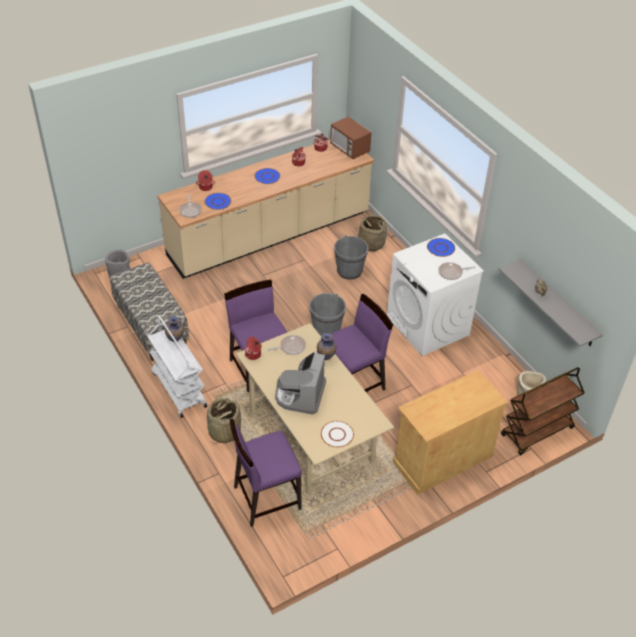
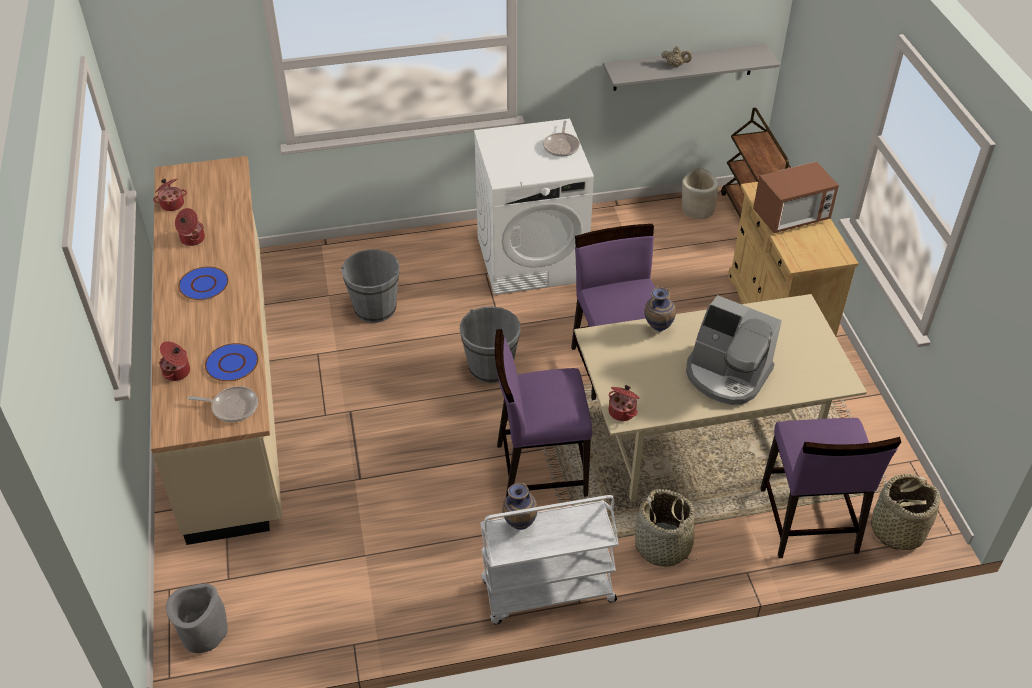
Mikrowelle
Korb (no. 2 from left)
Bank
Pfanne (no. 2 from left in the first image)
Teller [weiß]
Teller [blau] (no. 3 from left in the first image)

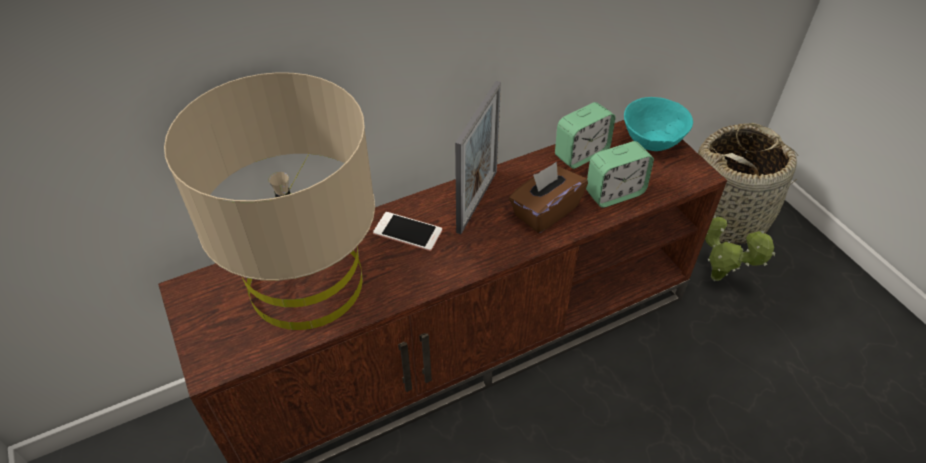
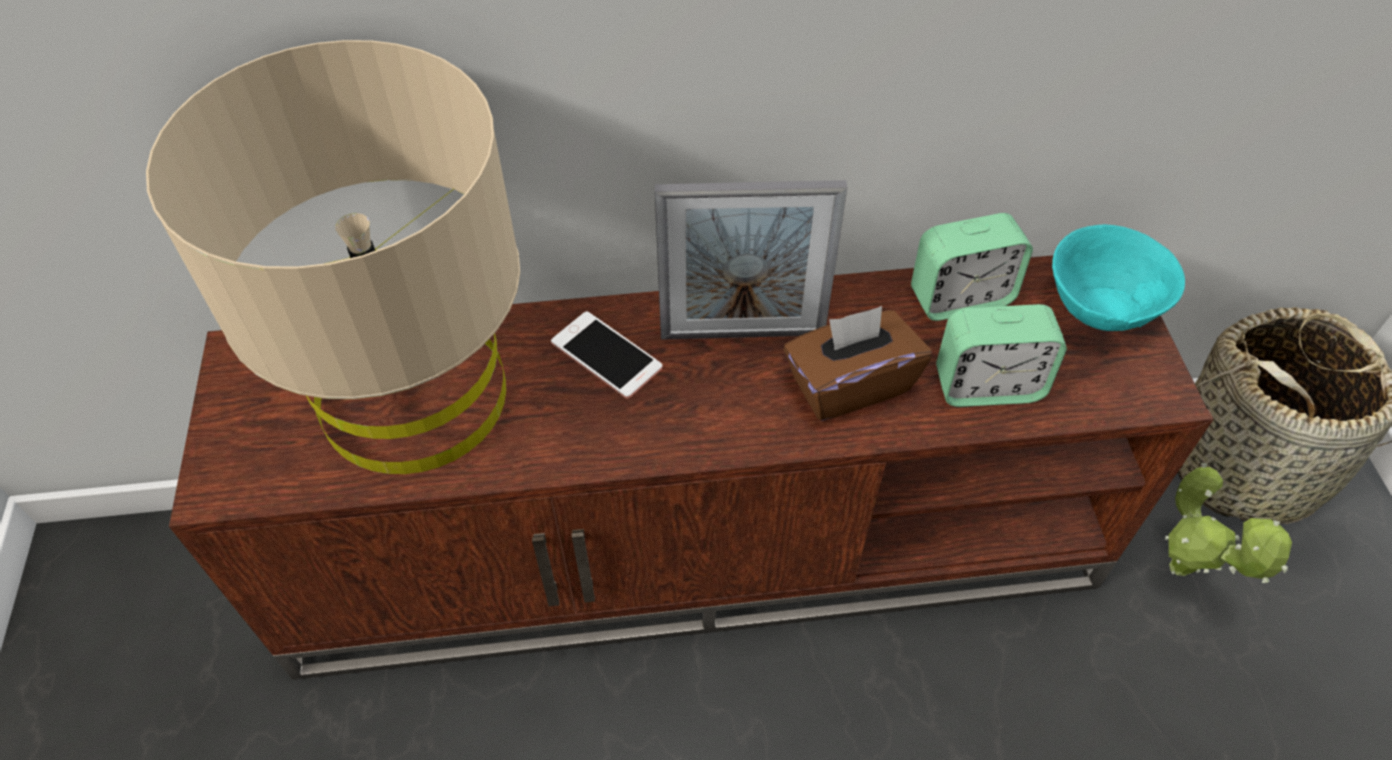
Bilderrahmen

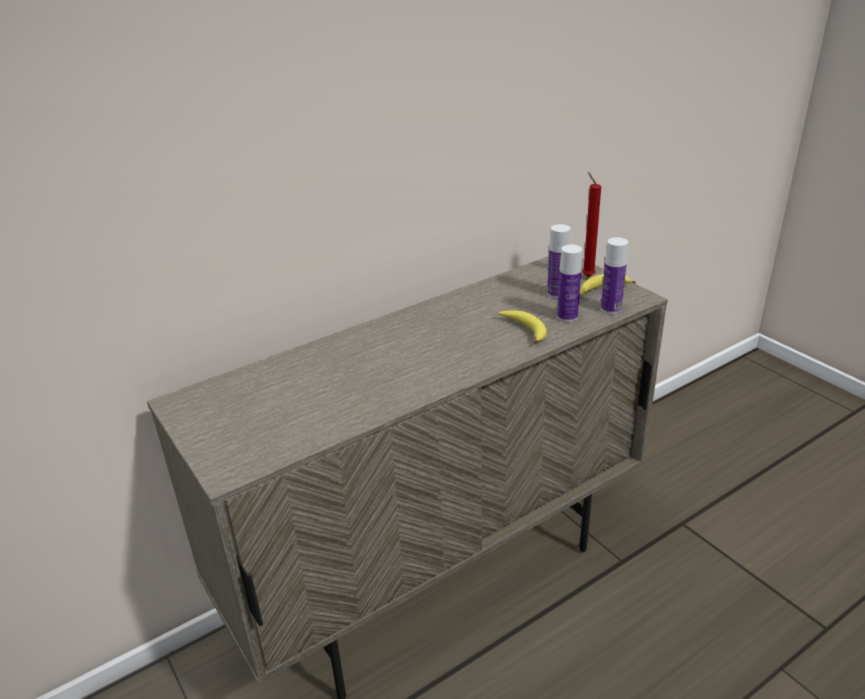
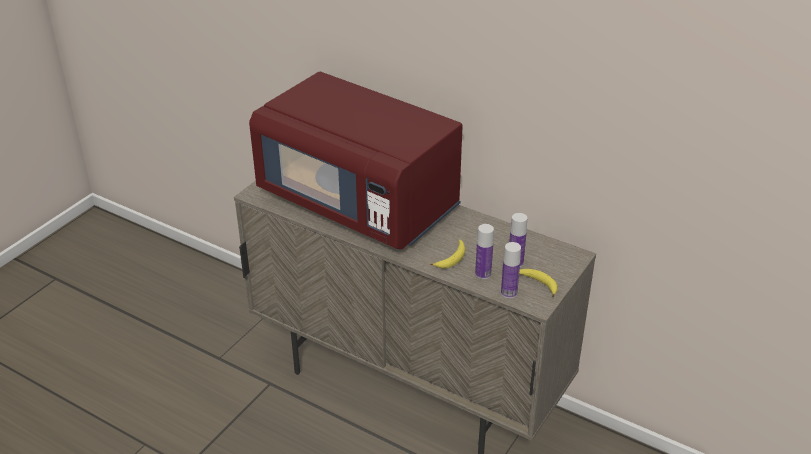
Mikrowelle [rot]
Kerze [rot]

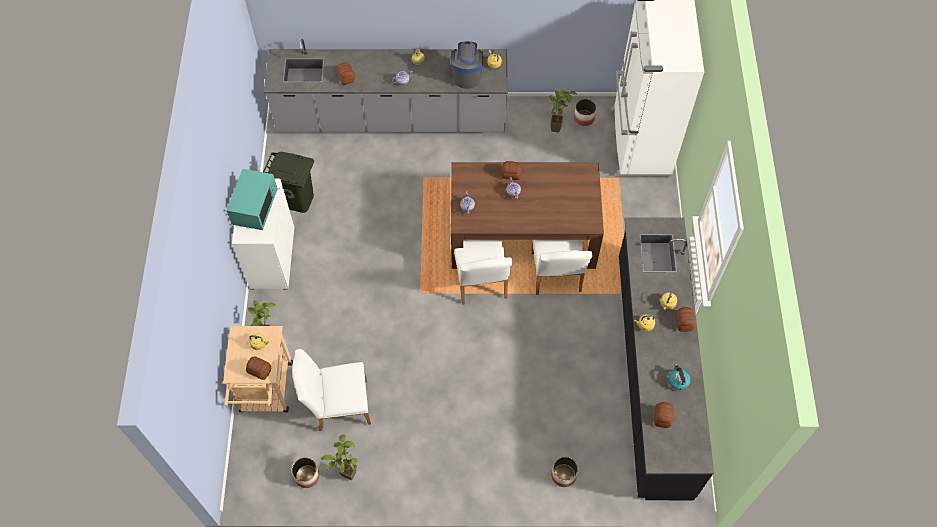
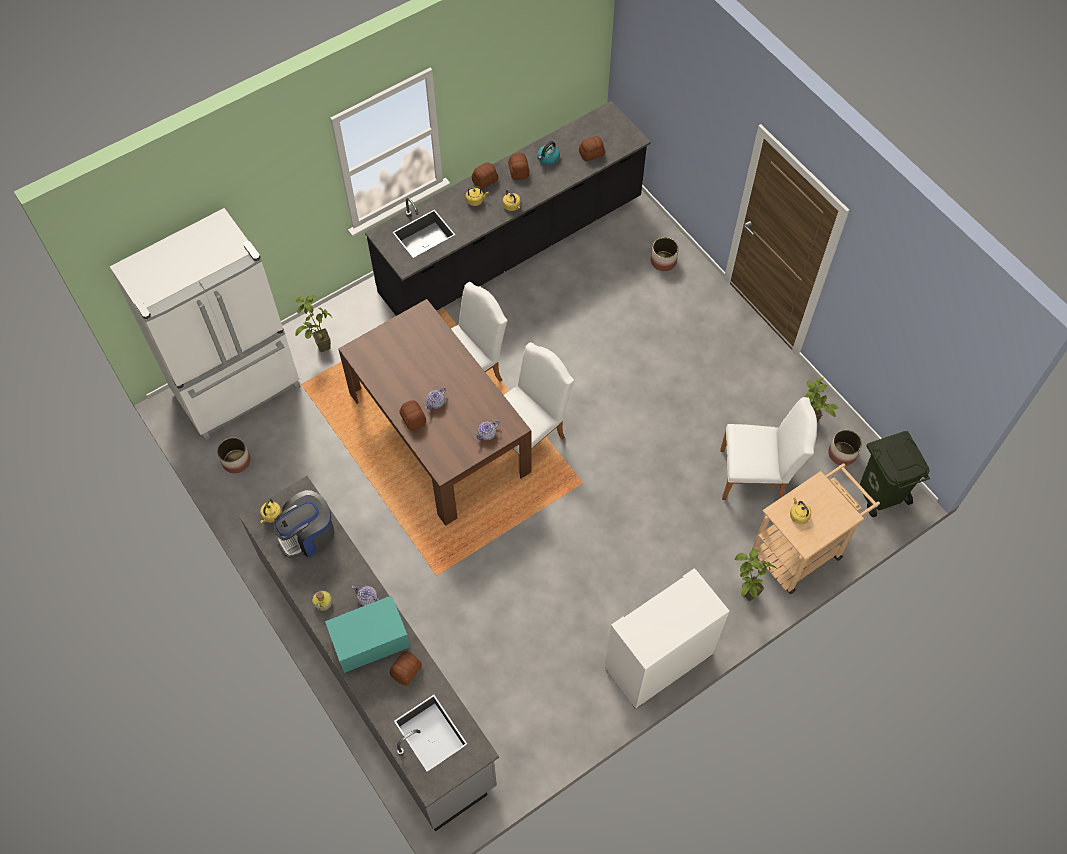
Topfpflanze (no. 1 from left)
Mikrowelle [türkis]
Brot (no. 4 from left)
Stuhl [weiß] (no. 3 from left)
Mülleimer [grün]

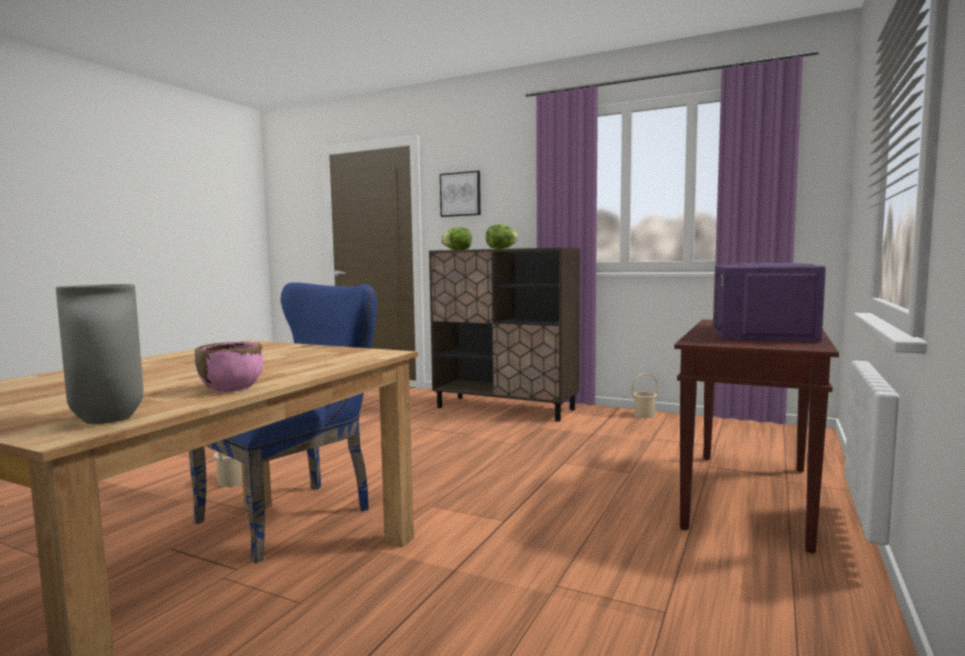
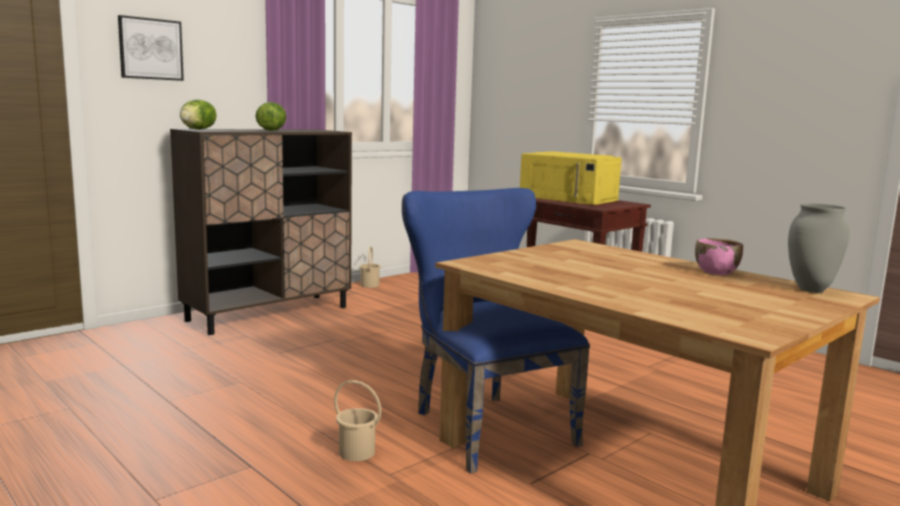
Mikrowelle [gelb]

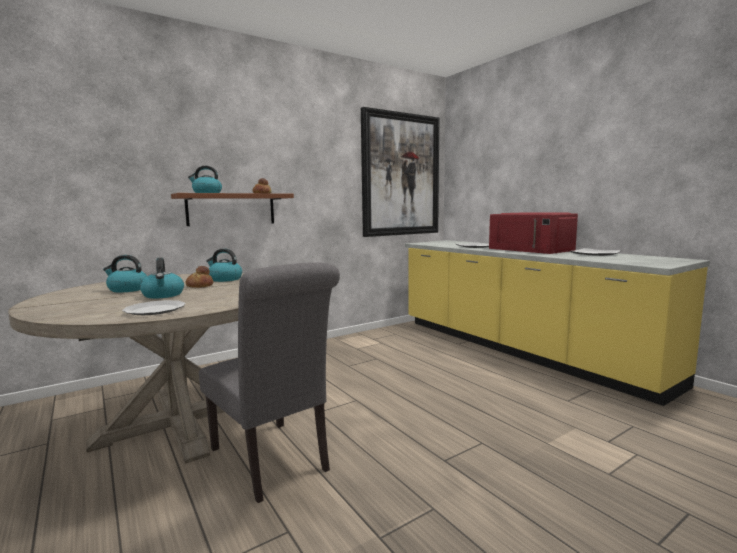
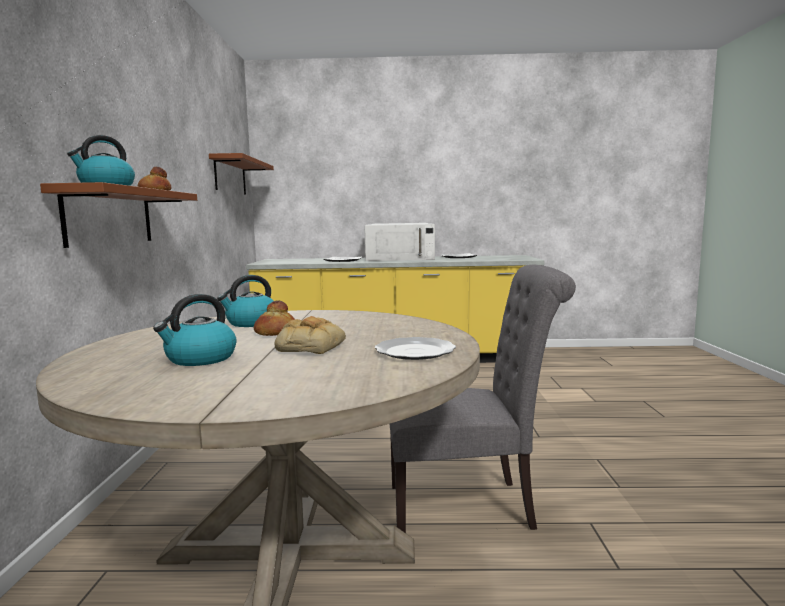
Wandregal [braun] (no. 2 from left)
Brot (no. 3 from left)
Mikrowelle [weiß]

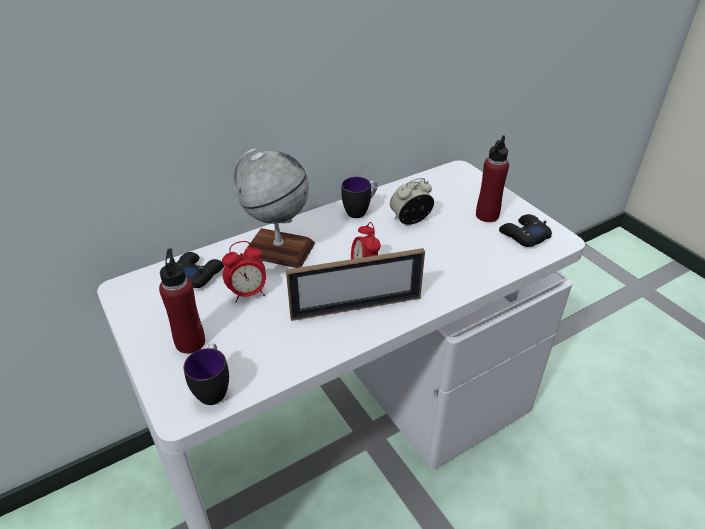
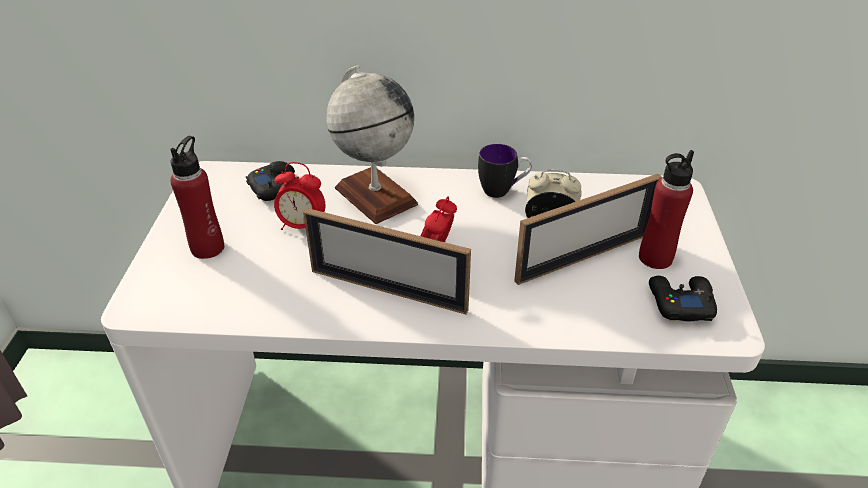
Bilderrahmen (no. 2 from left)
Henkelbecher (no. 1 from left in the first image)

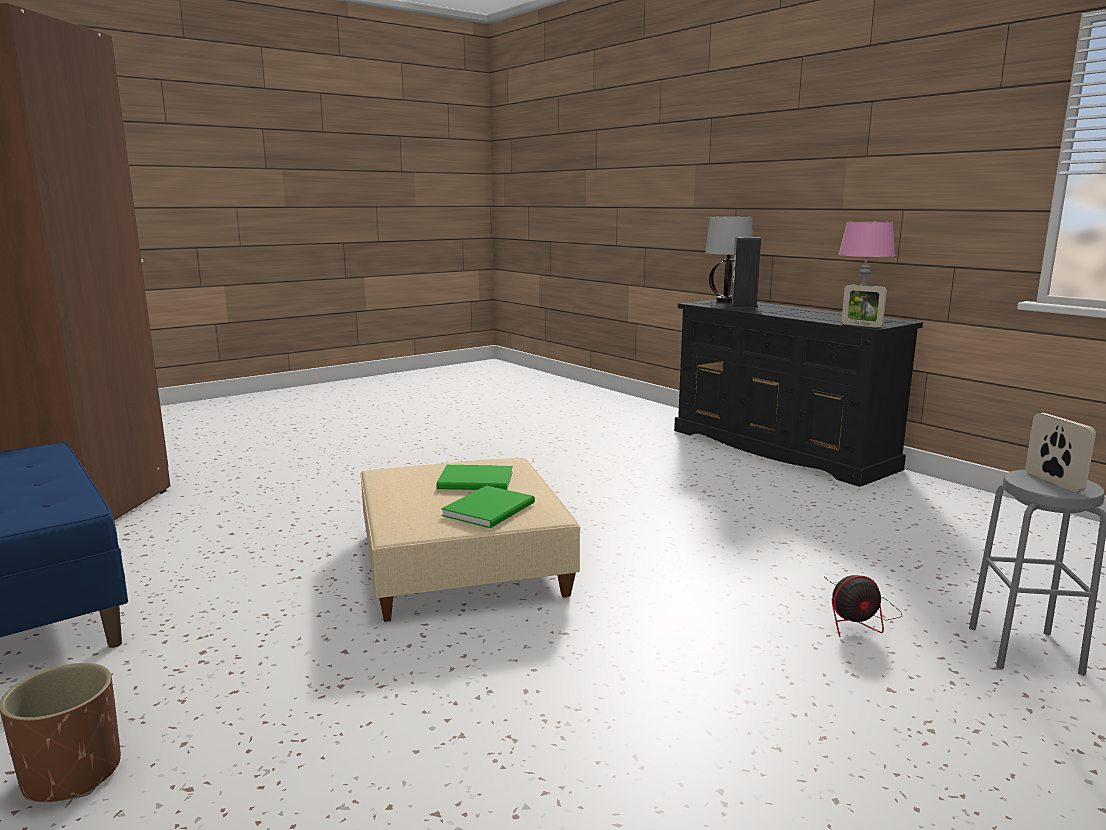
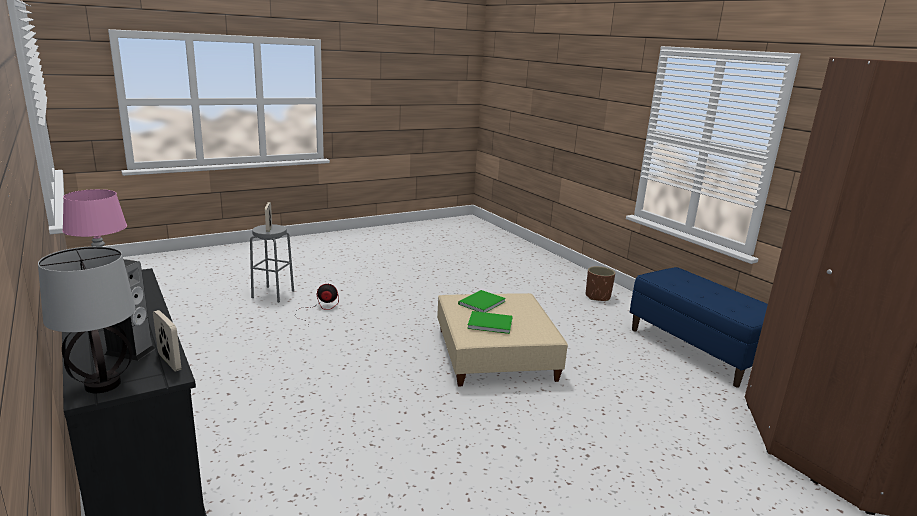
Bilderrahmen (no. 1 from left)

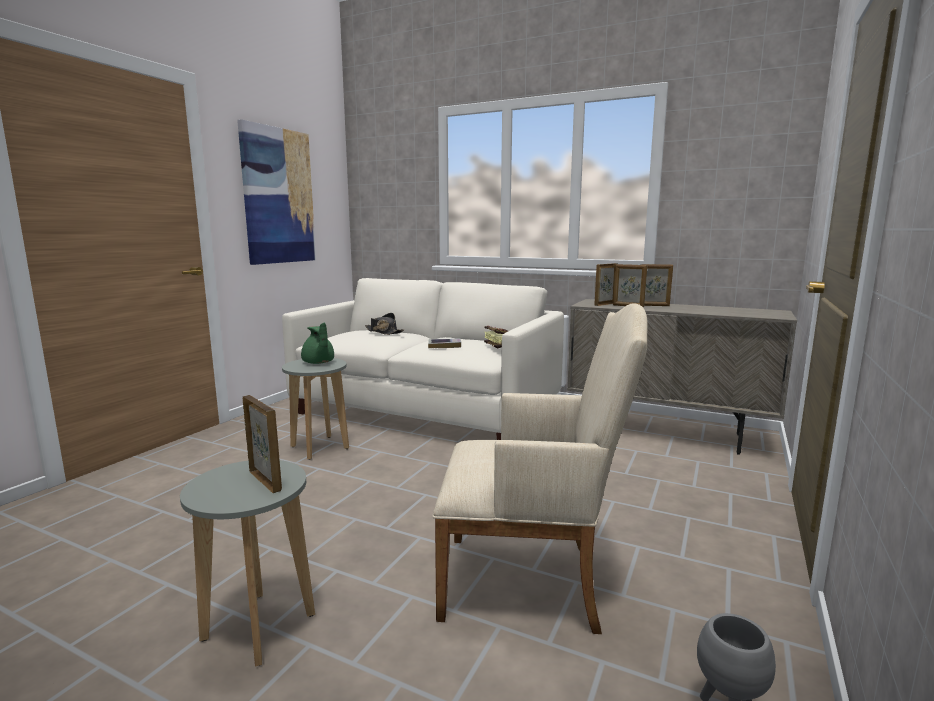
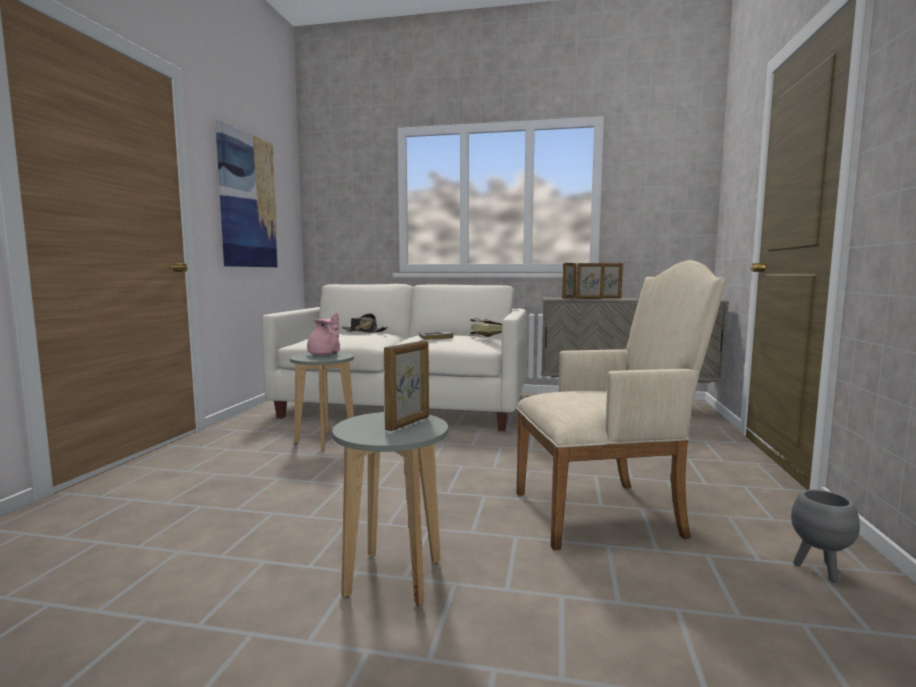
Teekanne [rosa]
Bilderrahmen (no. 1 from left)

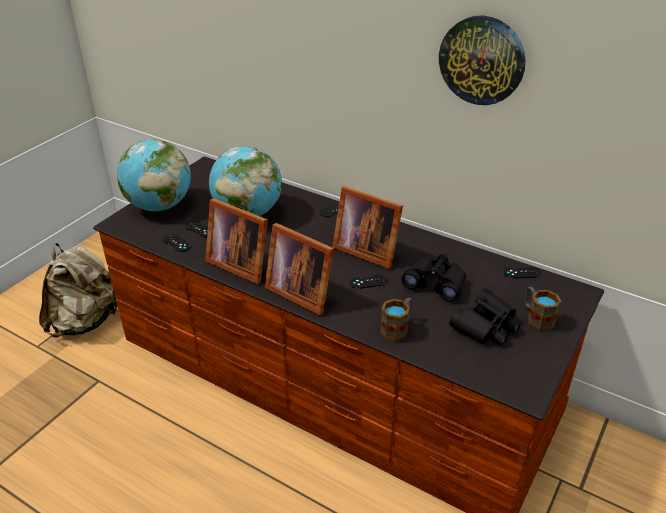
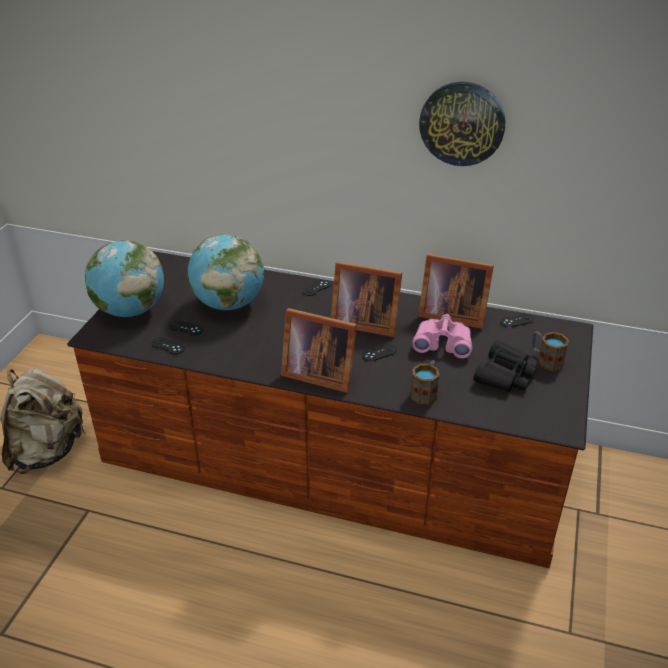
Fernglas [rosa]
Bilderrahmen (no. 3 from left)

